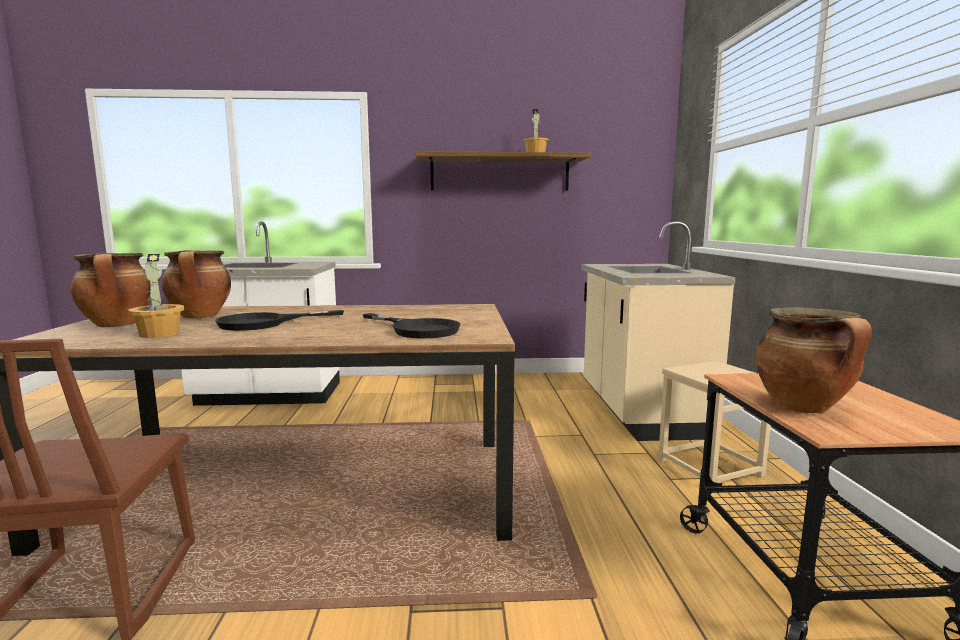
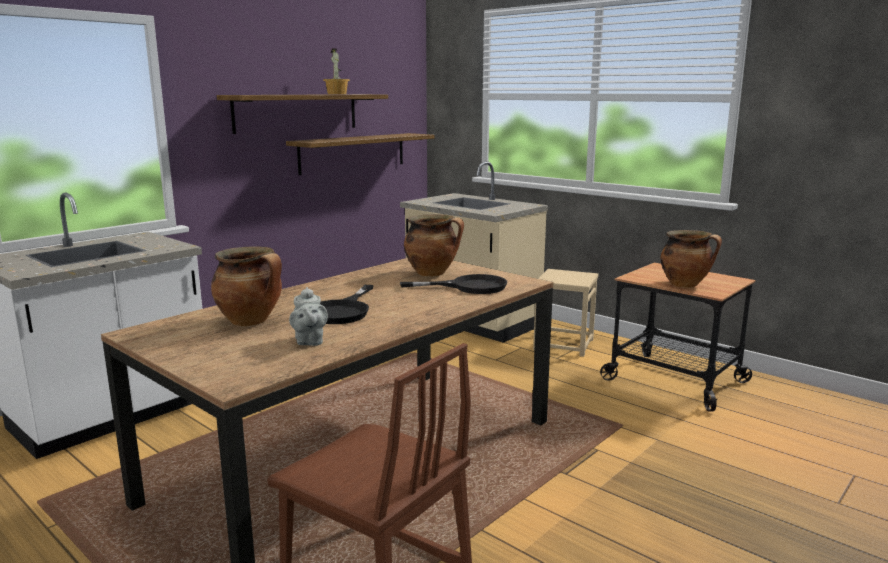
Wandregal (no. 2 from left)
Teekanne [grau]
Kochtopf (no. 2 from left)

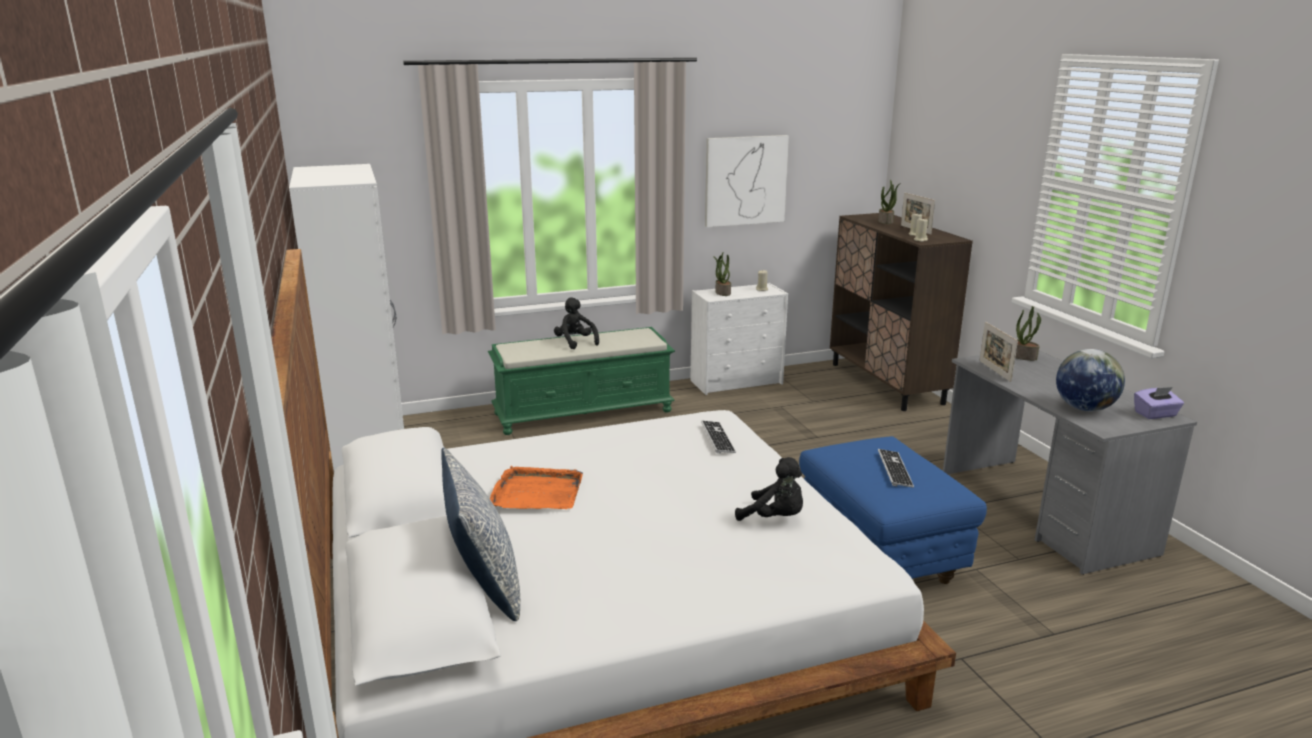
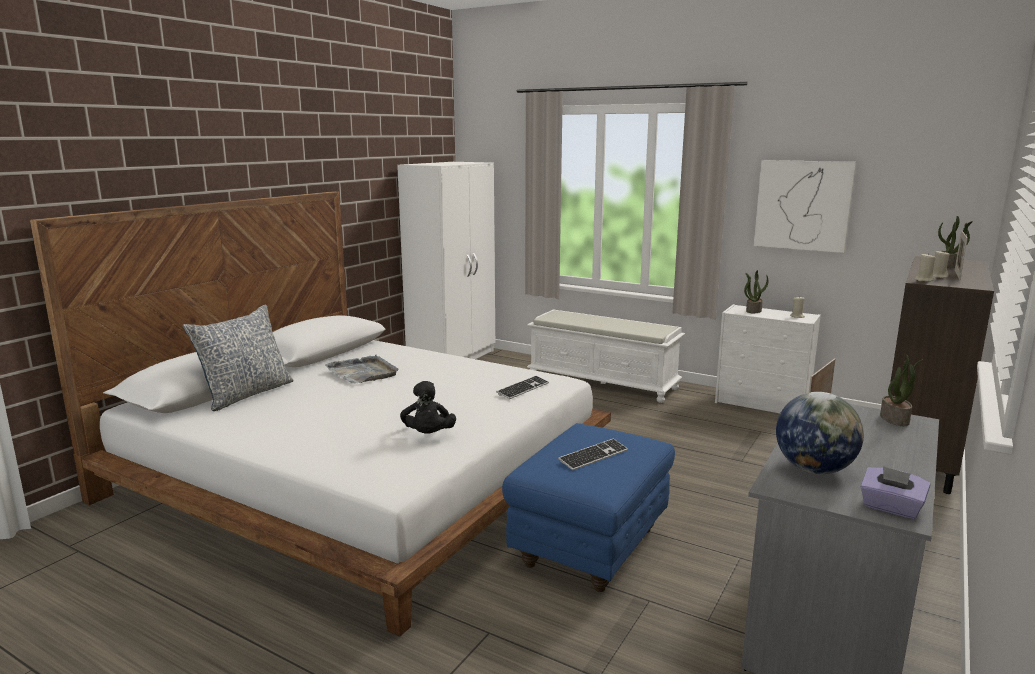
Tablett [grau]
Bank [weiß]
Plüschtier [schwarz] (no. 1 from left in the first image)

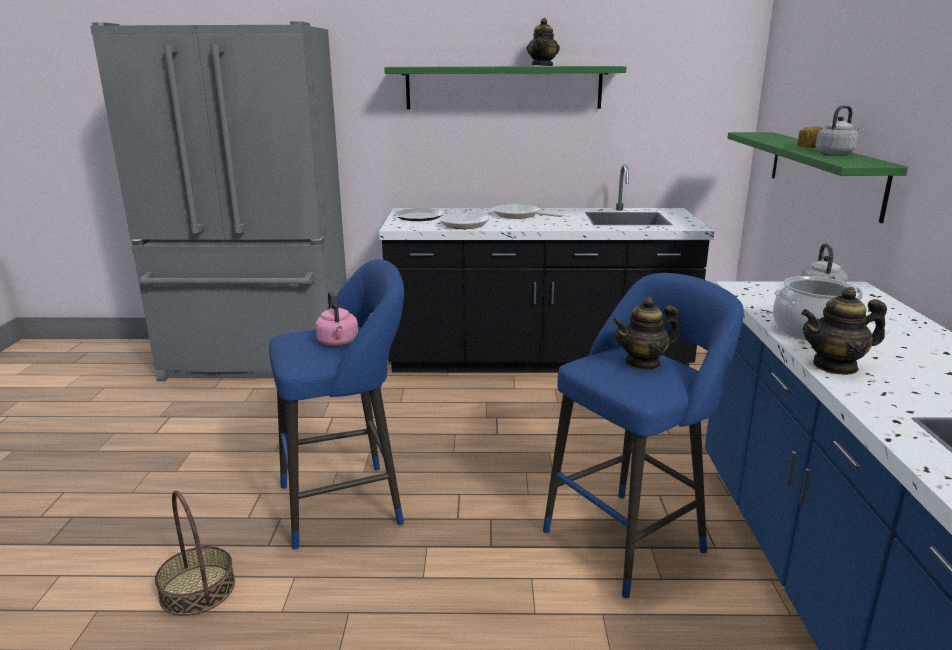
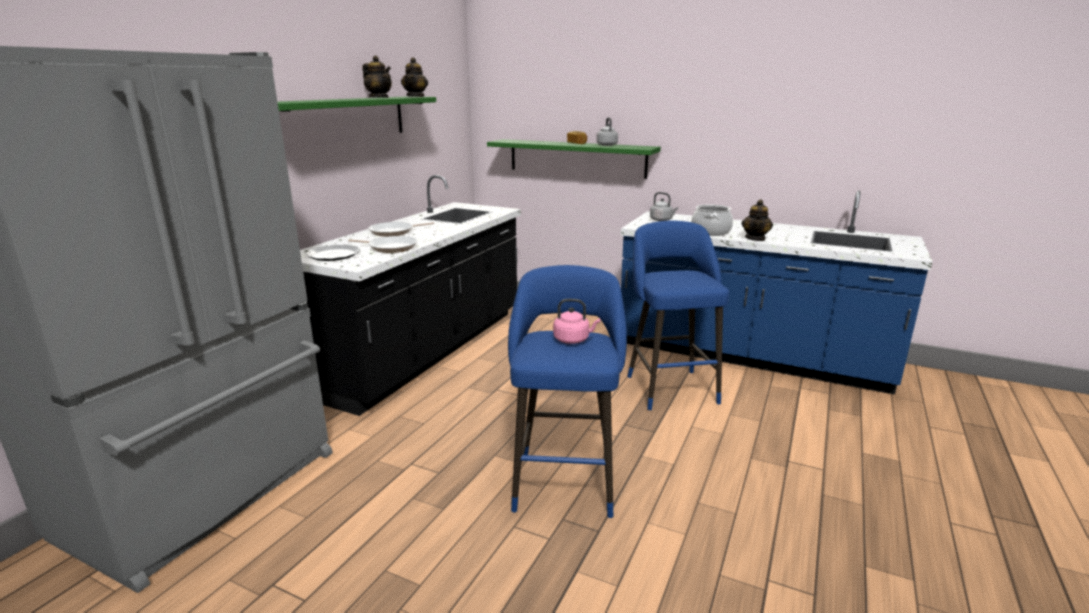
Teekanne (no. 2 from left)
Korb

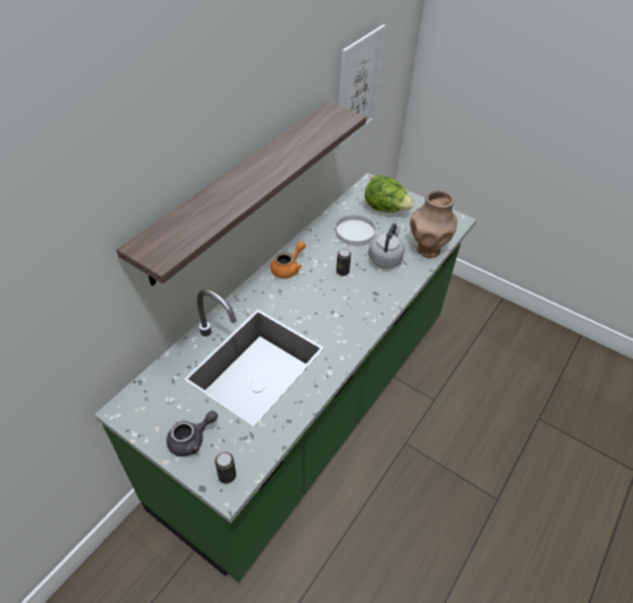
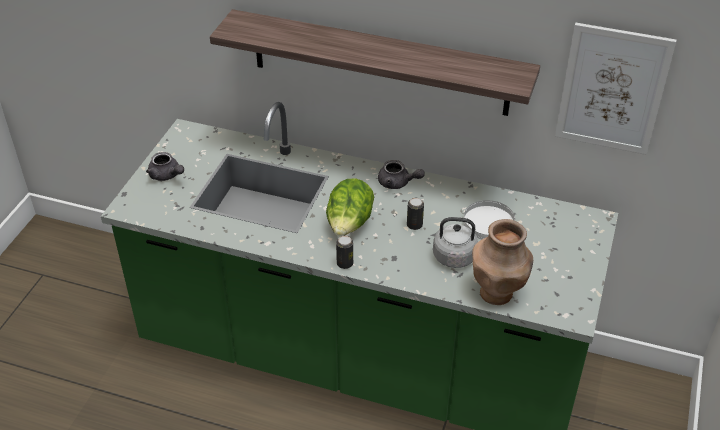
Salatkopf
Dose (no. 1 from left)
Teekanne [grau] (no. 2 from left)

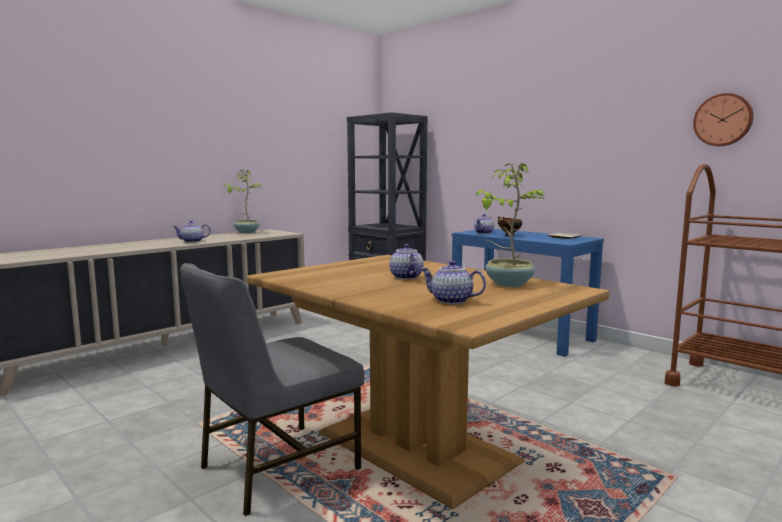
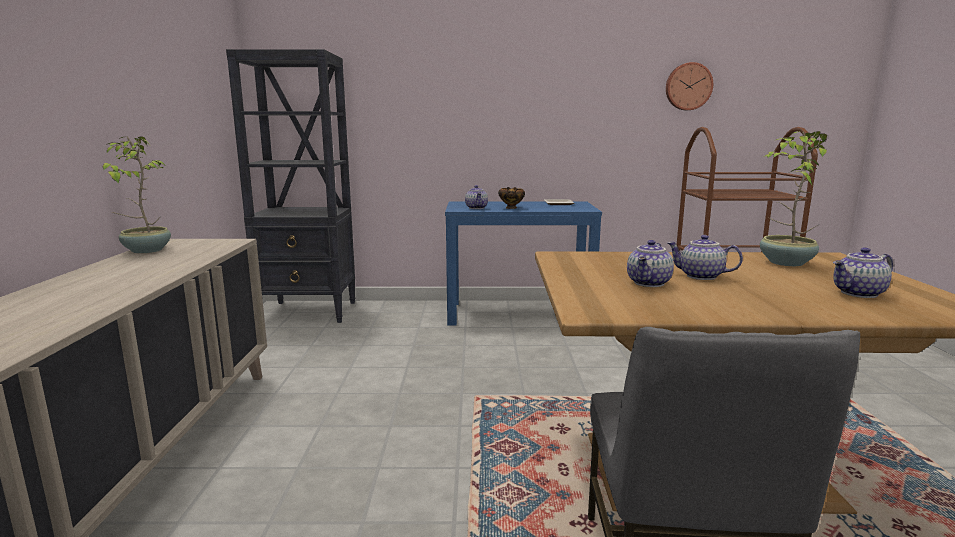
Teekanne (no. 2 from left)

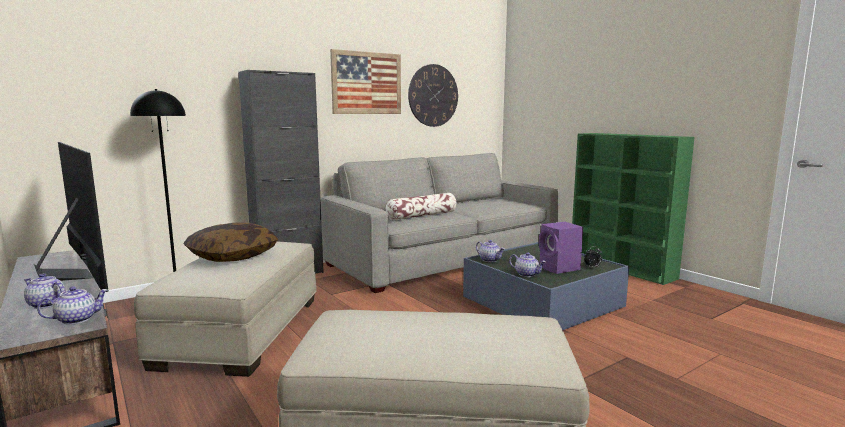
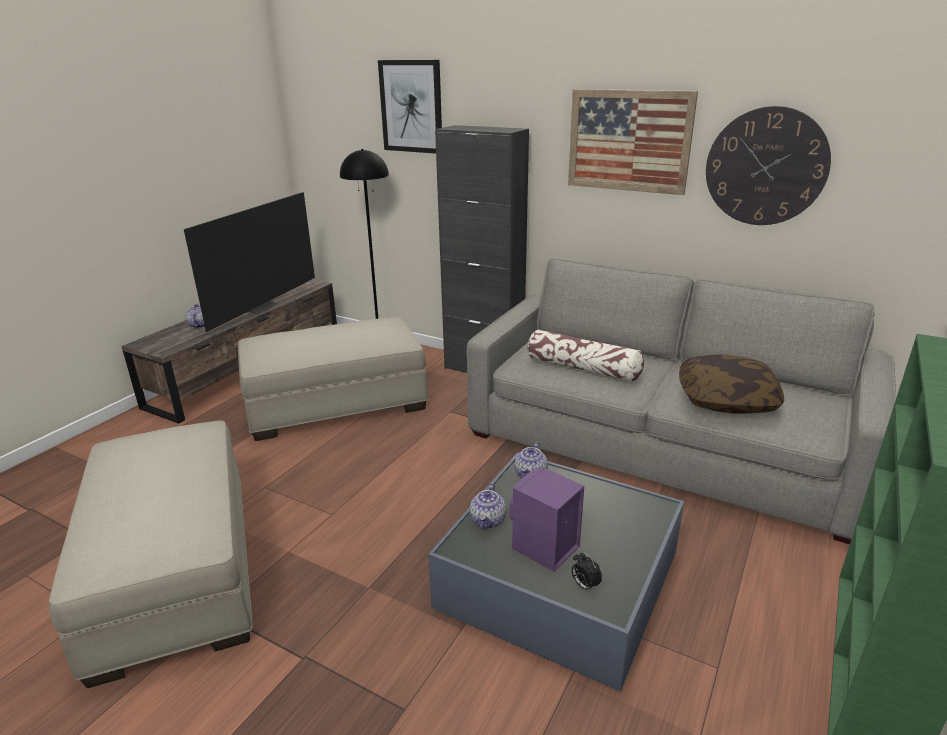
Bild (no. 1 from left)
Kissen (no. 2 from left)
Teekanne (no. 2 from left in the first image)

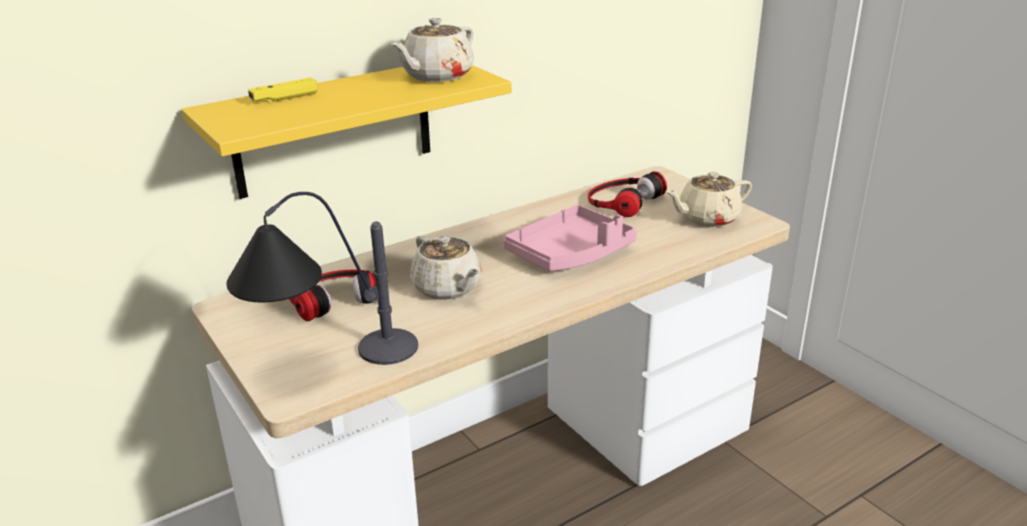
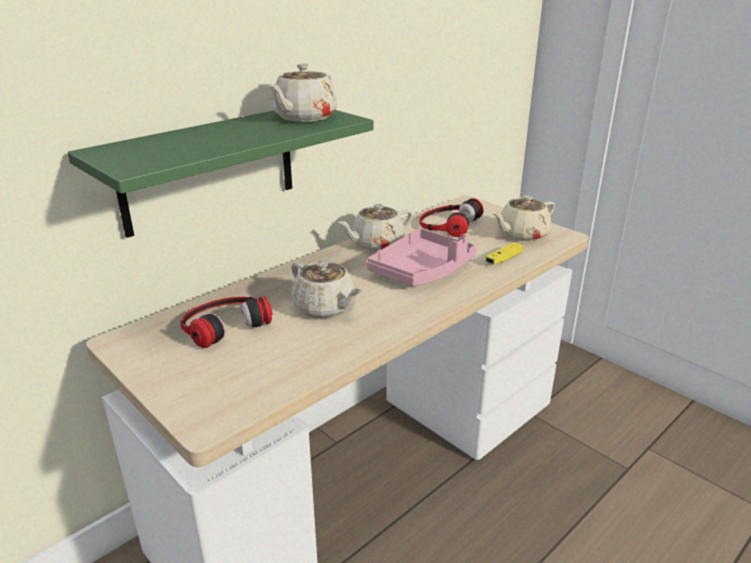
Wandregal [grün]
Teekanne [beige] (no. 3 from left)
Gamepad [gelb]
Tischlampe

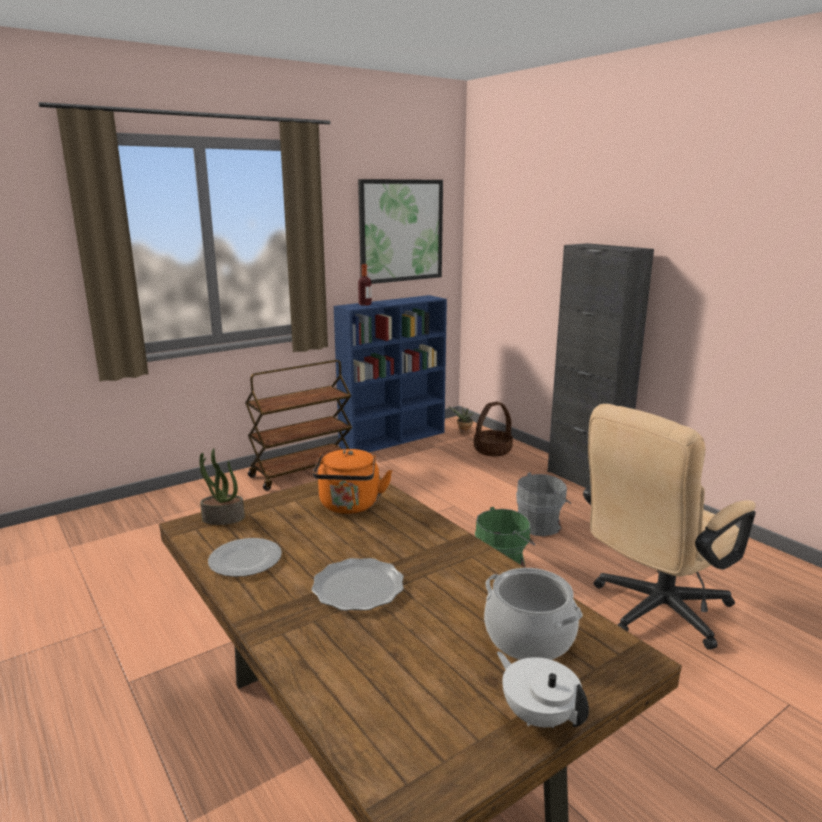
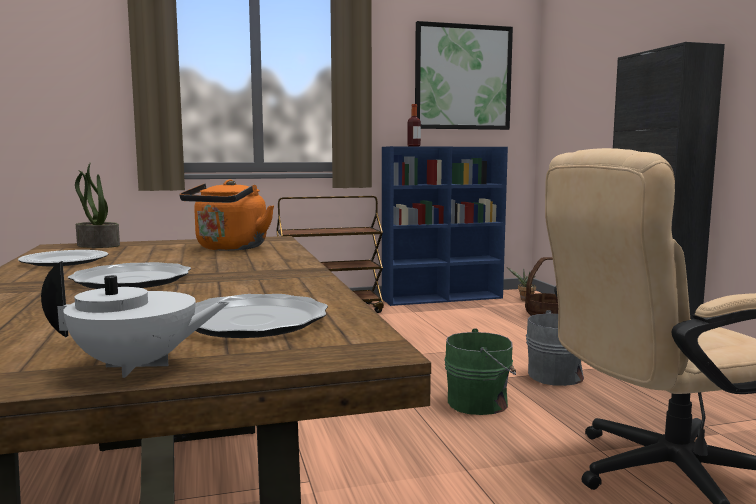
Teekanne [weiß]
Teller (no. 3 from left)

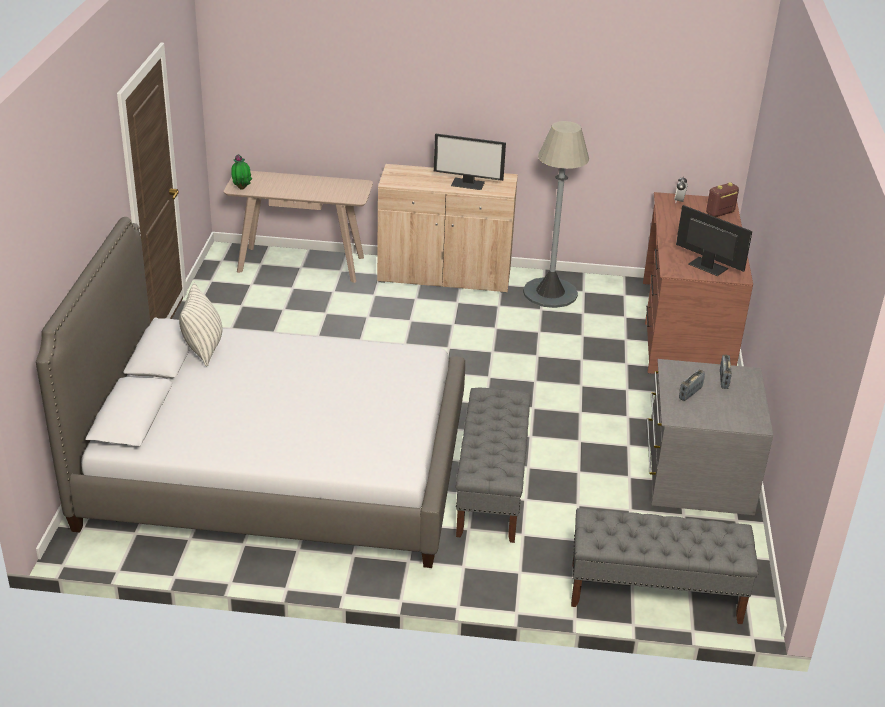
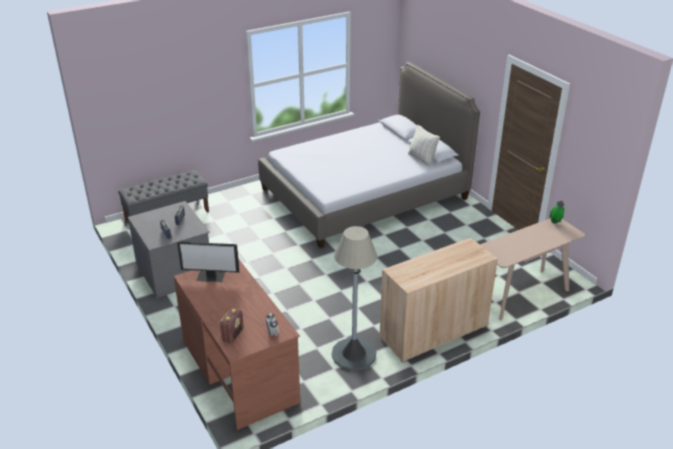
Monitor (no. 1 from left in the first image)
Bank [grau] (no. 1 from left in the first image)

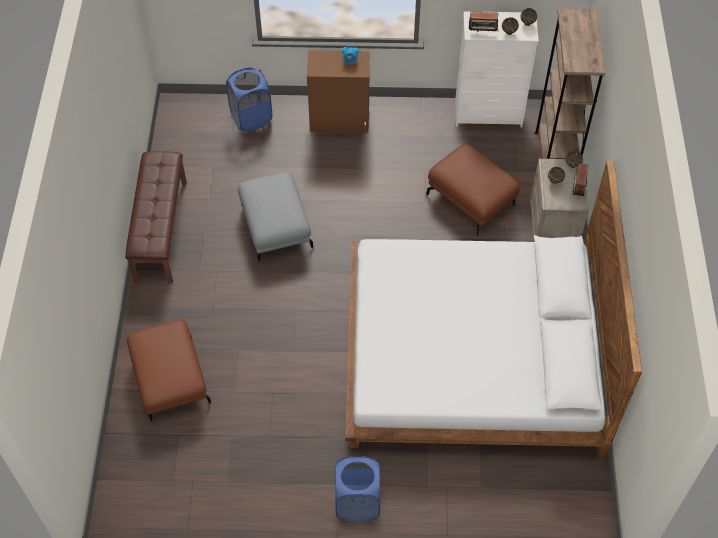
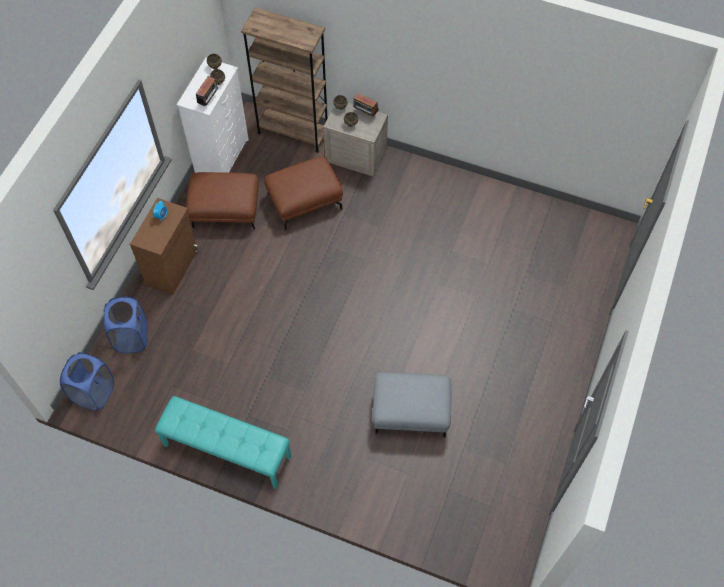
Wäschekorb [blau] (no. 1 from left)
Bank [türkis]
Polsterhocker [braun] (no. 1 from left)
Polsterhocker [grau]
Bett [weiß]

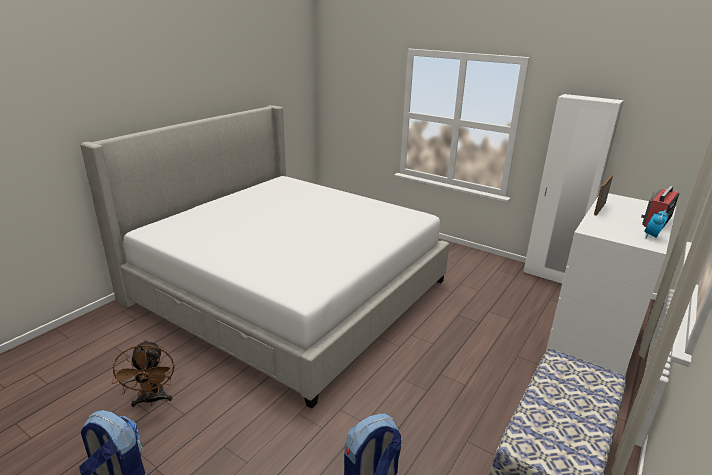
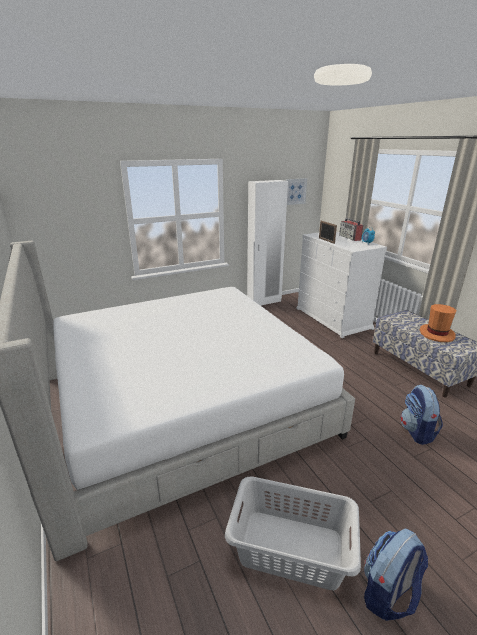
Wäschekorb [grau]
Bild
Hut [orange]

